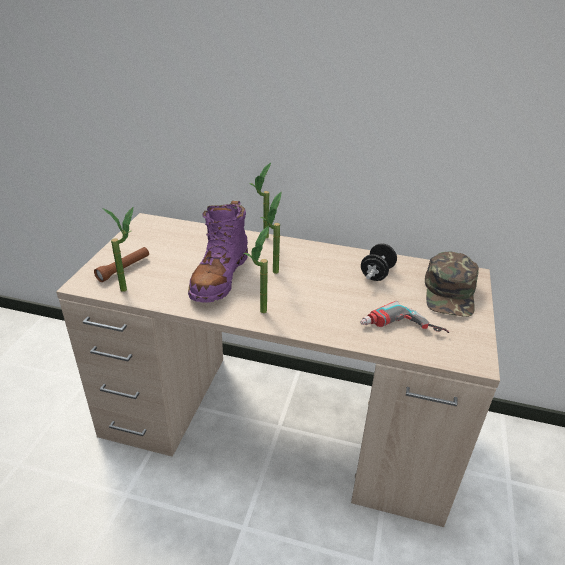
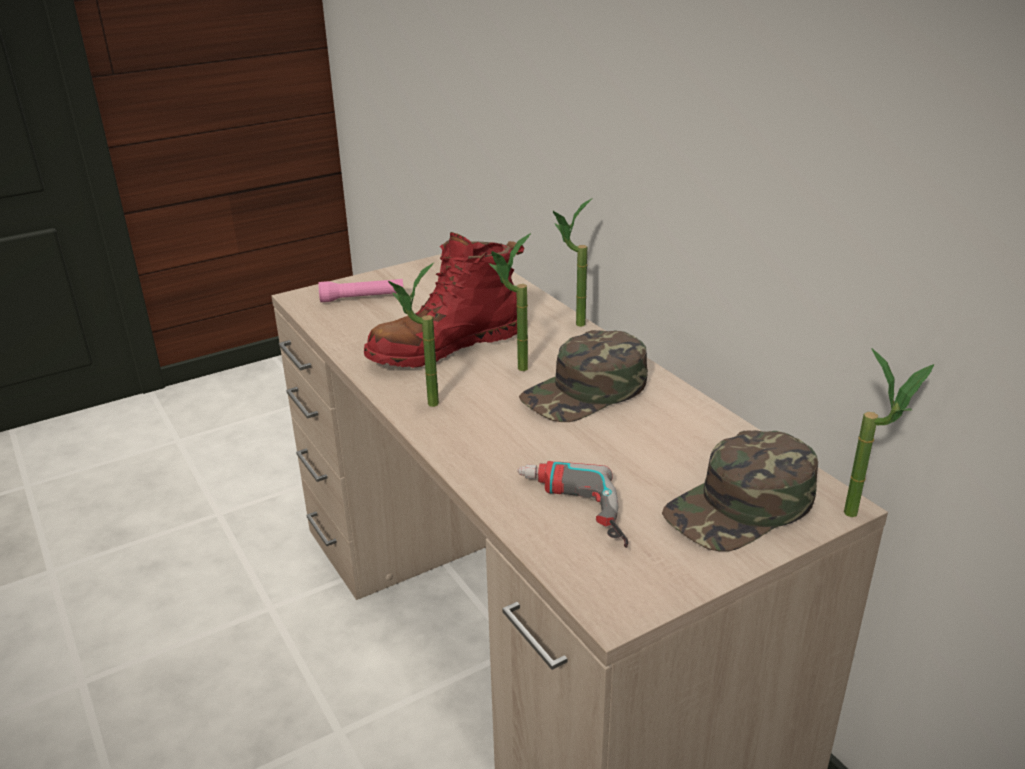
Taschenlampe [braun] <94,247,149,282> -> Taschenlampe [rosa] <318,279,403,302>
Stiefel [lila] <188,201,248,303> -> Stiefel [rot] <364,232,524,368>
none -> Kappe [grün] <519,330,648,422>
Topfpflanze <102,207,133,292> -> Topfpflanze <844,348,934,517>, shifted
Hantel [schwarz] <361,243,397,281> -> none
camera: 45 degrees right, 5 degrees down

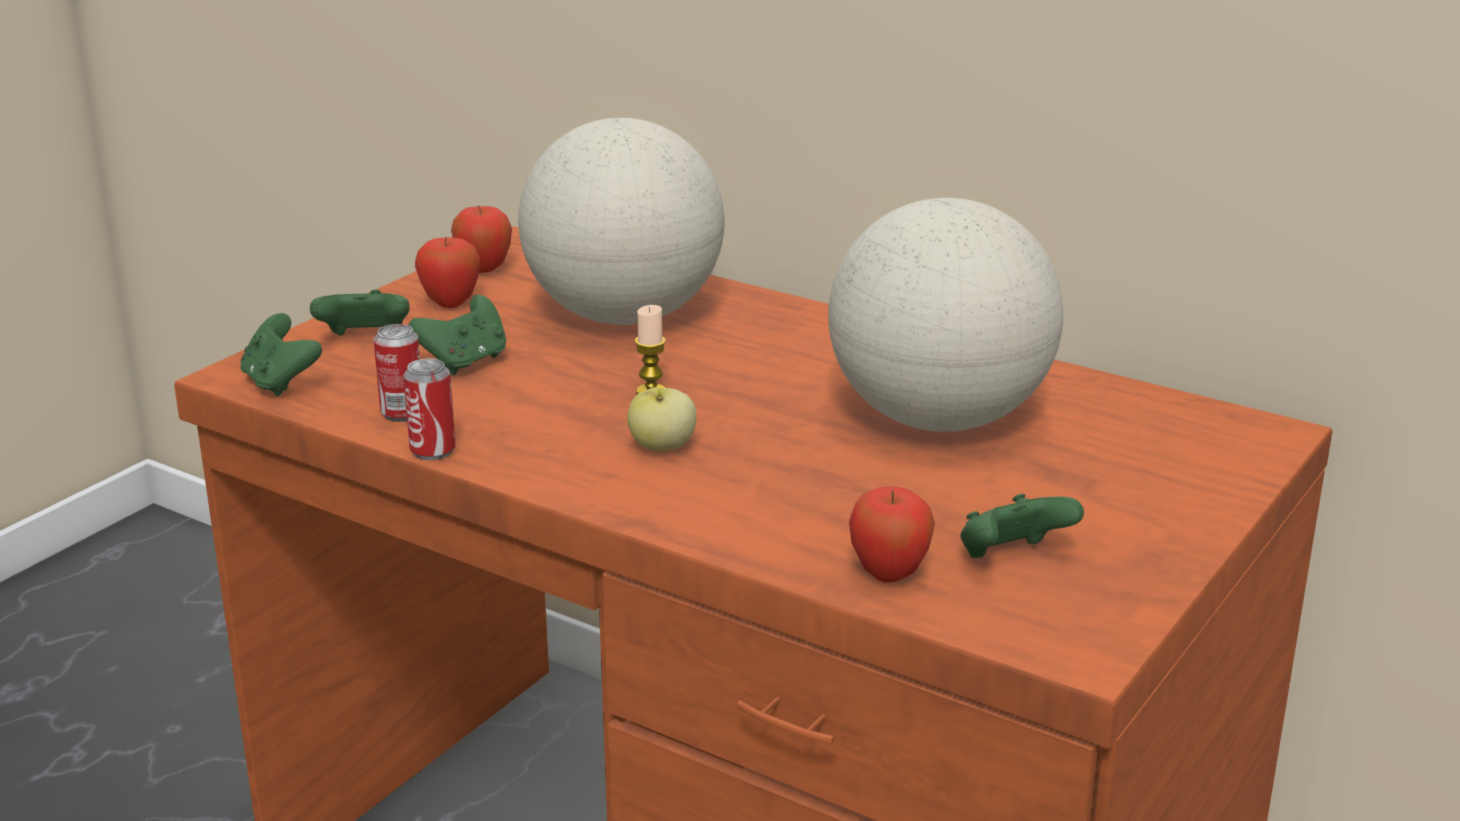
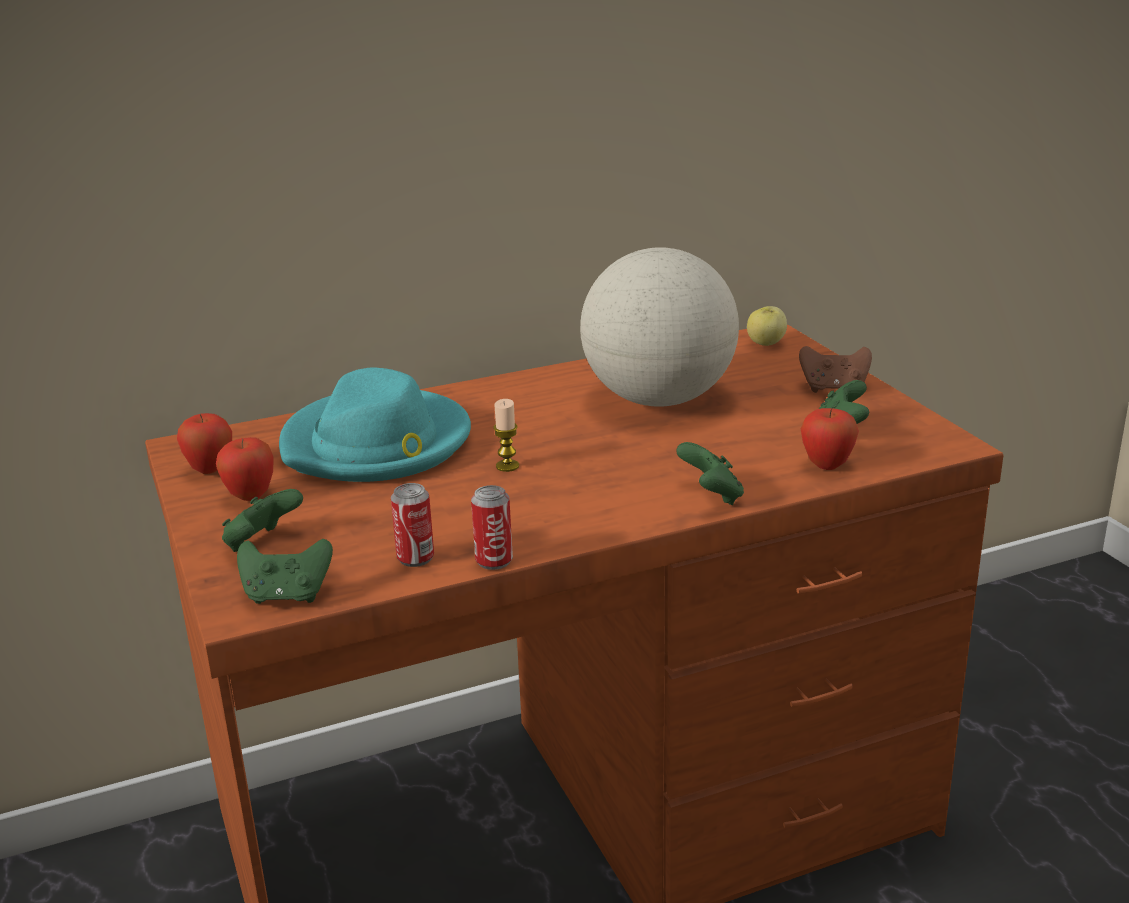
Globus <518,118,725,325> -> Hut [türkis] <279,368,471,482>
Gamepad [grün] <409,295,506,375> -> Gamepad [grün] <676,442,744,505>, shifted
Apfel <627,387,696,451> -> Apfel <747,306,787,346>, shifted
none -> Gamepad [braun] <799,346,872,393>
camera: 55 degrees left, 0 degrees up

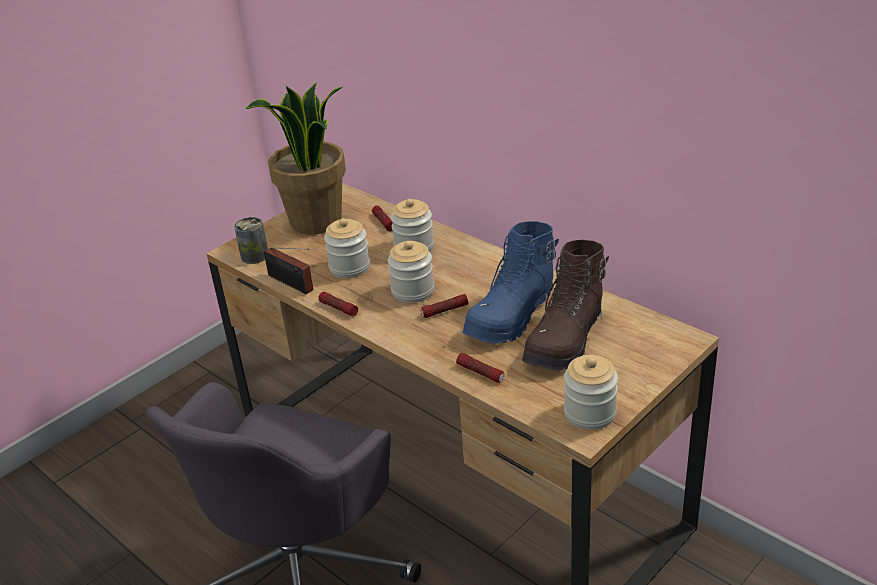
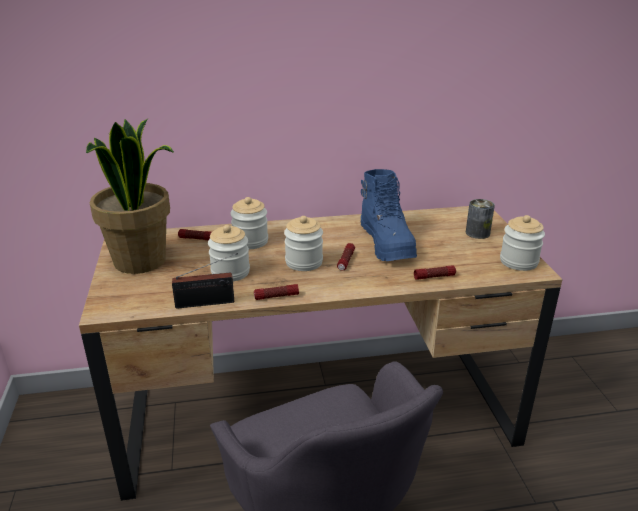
Dose <234,217,268,264> -> Dose <466,199,495,239>, shifted
Stiefel [braun] <522,240,609,370> -> none
camera: 55 degrees left, 5 degrees down

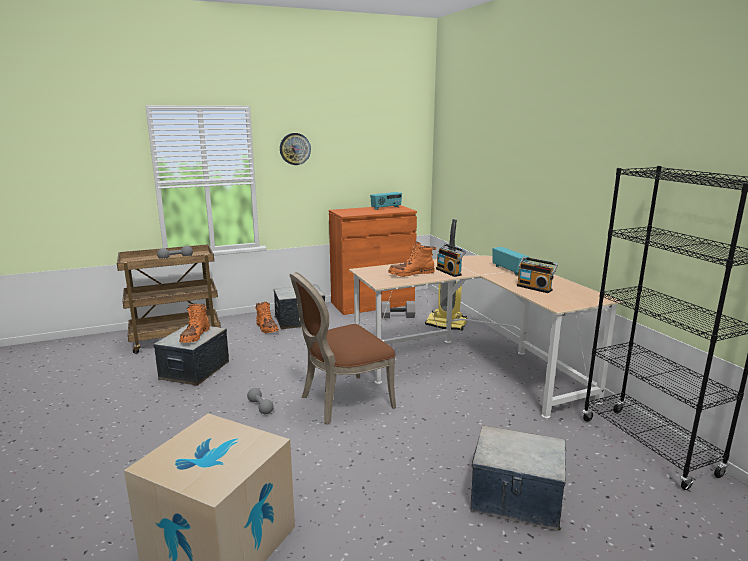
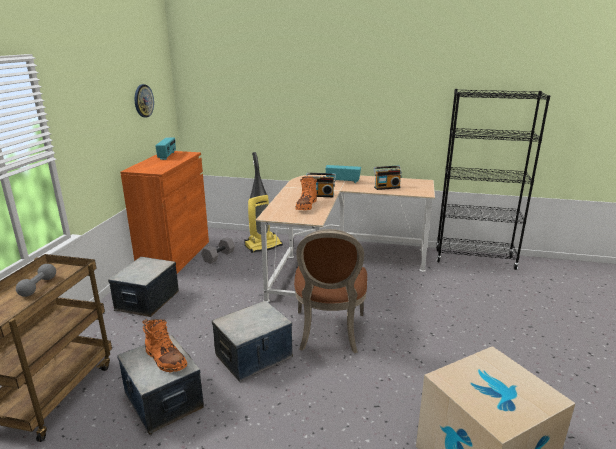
Wanduhr <280,133,311,165> -> Wanduhr <135,84,154,118>, shifted
Aufbewahrungsbox <471,426,566,531> -> Aufbewahrungsbox <212,301,293,382>, shifted
Hantel [grau] <247,388,274,414> -> none
Stiefel [orange] <255,302,279,333> -> none
camera: 55 degrees left, 5 degrees up

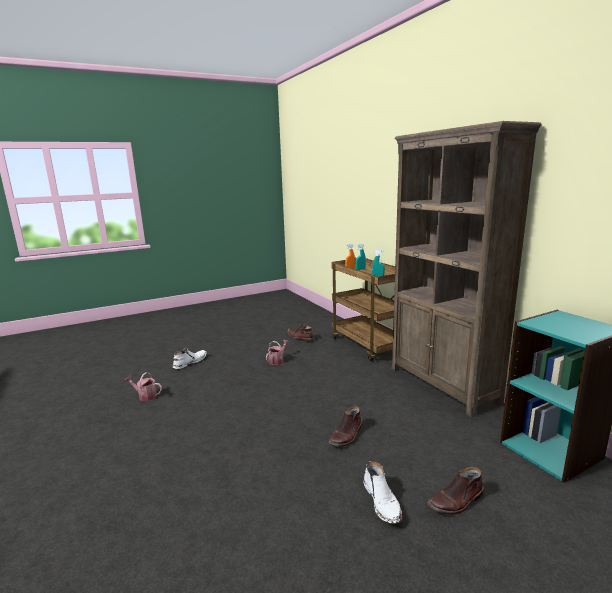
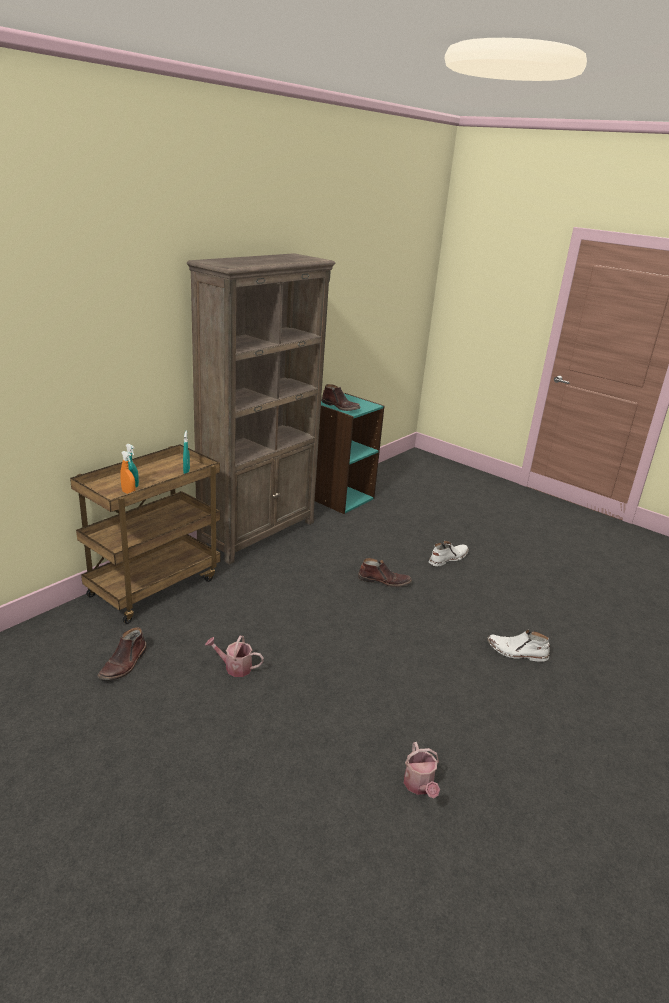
Stiefel [braun] <427,467,484,515> -> Stiefel [braun] <321,384,360,411>, shifted
Stiefel [weiß] <173,348,207,369> -> Stiefel [weiß] <487,629,550,662>, shifted
camera: 115 degrees left, 10 degrees up

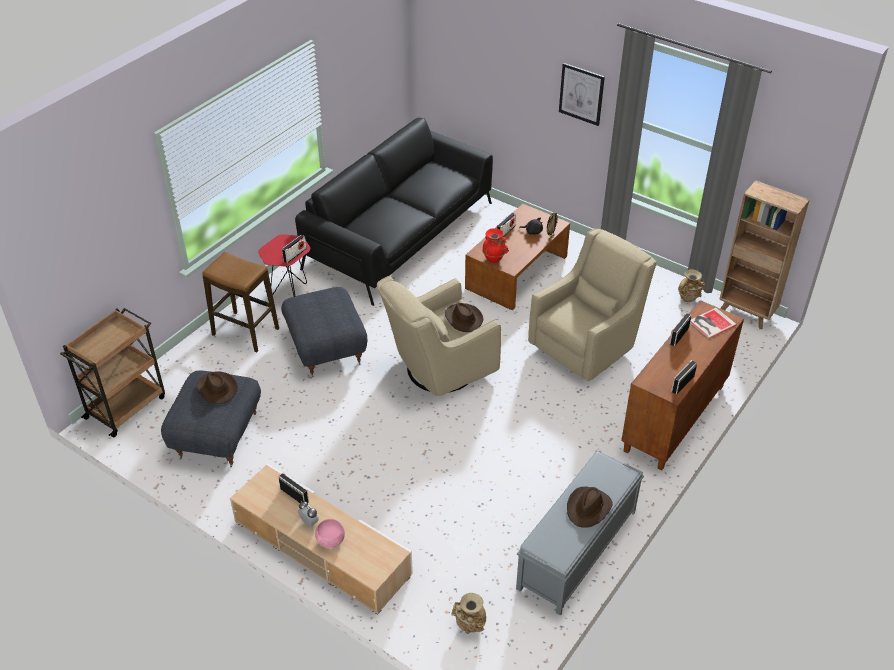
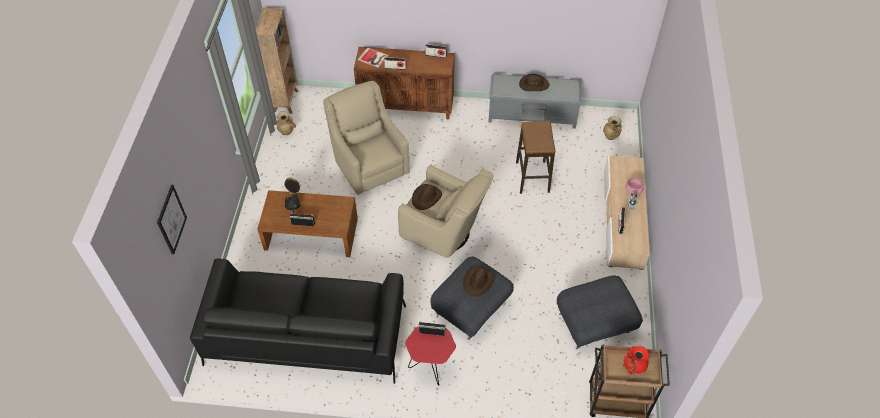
Bild <559,63,605,126> -> Bild <157,185,187,255>, shifted
Sessel [beige] <528,228,656,381> -> Sessel [beige] <323,81,410,195>, 45 degrees clockwise
Hut [braun] <197,372,238,404> -> Hut [braun] <463,267,494,297>, shifted
Hocker <202,252,279,353> -> Hocker <516,121,555,194>, shifted
Vase [rot] <482,228,509,263> -> Vase [rot] <623,346,649,375>, shifted
camera: 120 degrees left, 10 degrees up

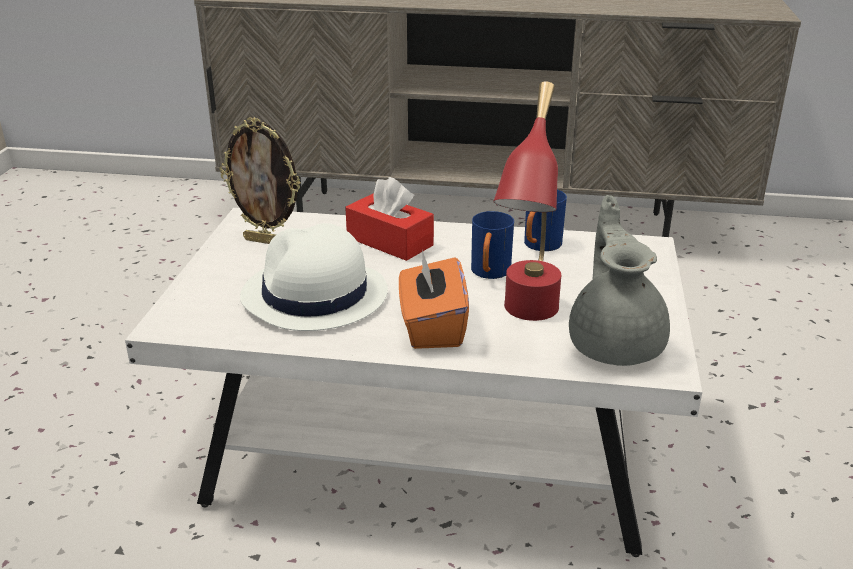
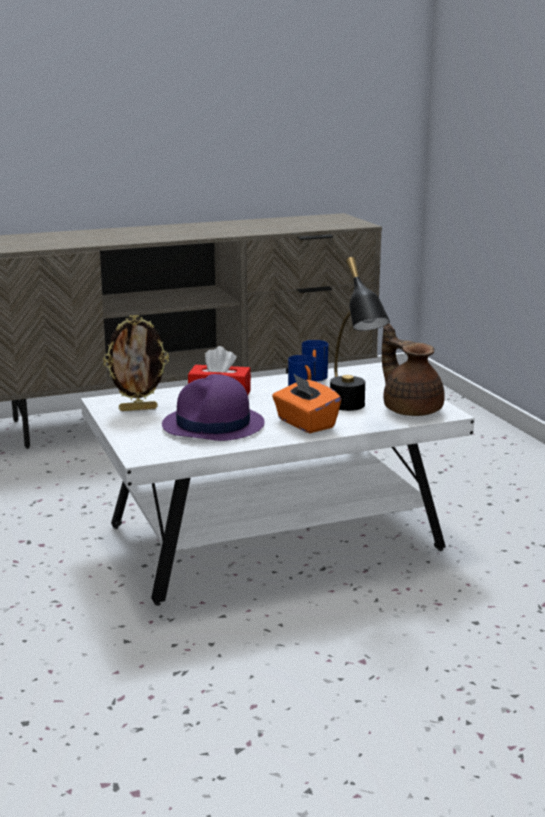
Hut [weiß] <240,223,388,331> -> Hut [lila] <162,374,265,441>
Tischlampe [rot] <493,81,561,321> -> Tischlampe [schwarz] <330,257,390,411>
Teekanne [grau] <569,195,670,366> -> Teekanne [braun] <382,324,445,416>
camera: 30 degrees left, 10 degrees down

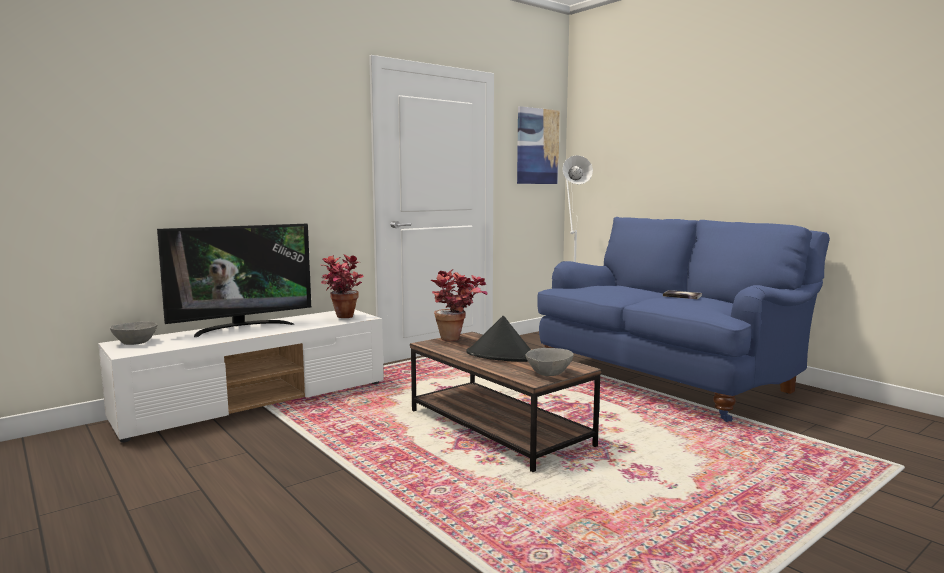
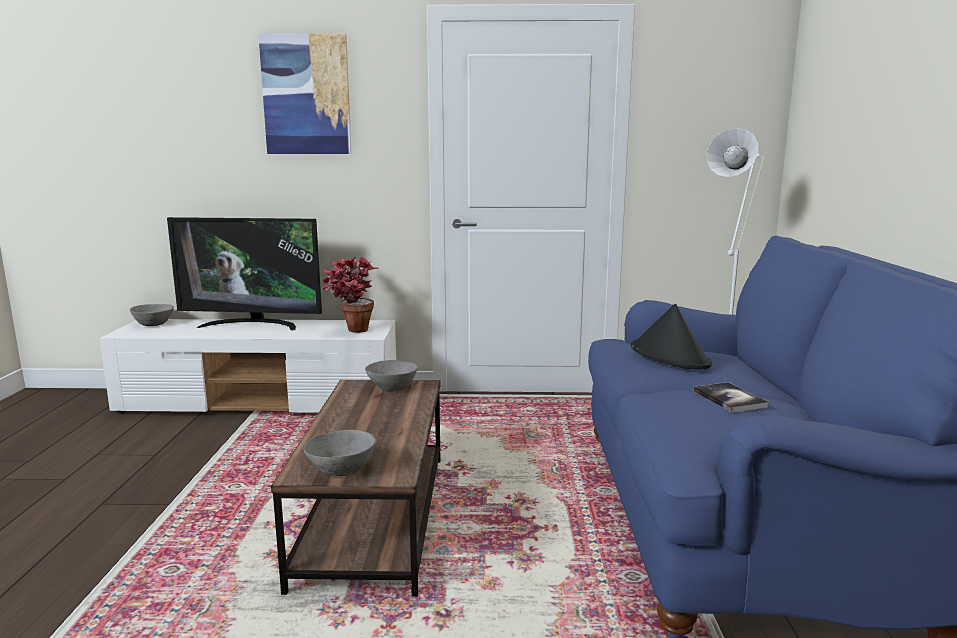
Bild <517,106,560,184> -> Bild <258,33,352,154>, shifted
Topfpflanze <431,269,488,341> -> Schüssel [grau] <365,360,418,392>
Hut [schwarz] <467,316,531,362> -> Hut [schwarz] <631,304,712,370>, shifted
camera: 40 degrees right, 5 degrees up

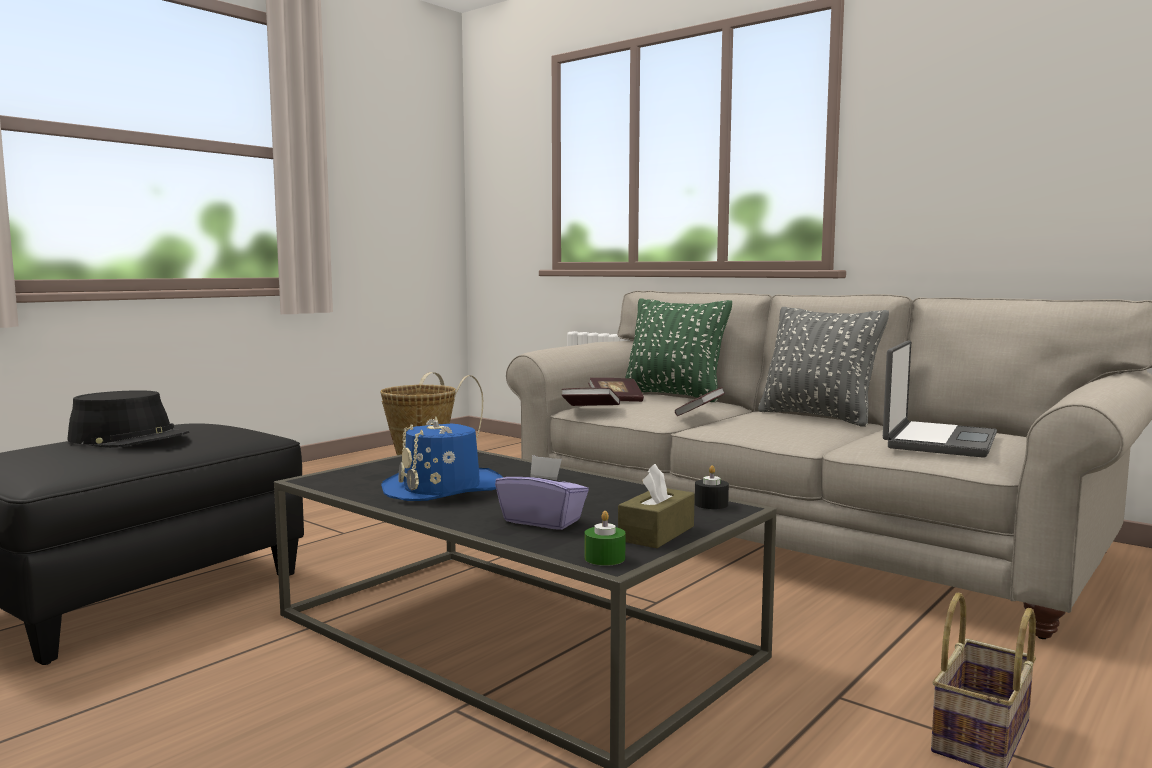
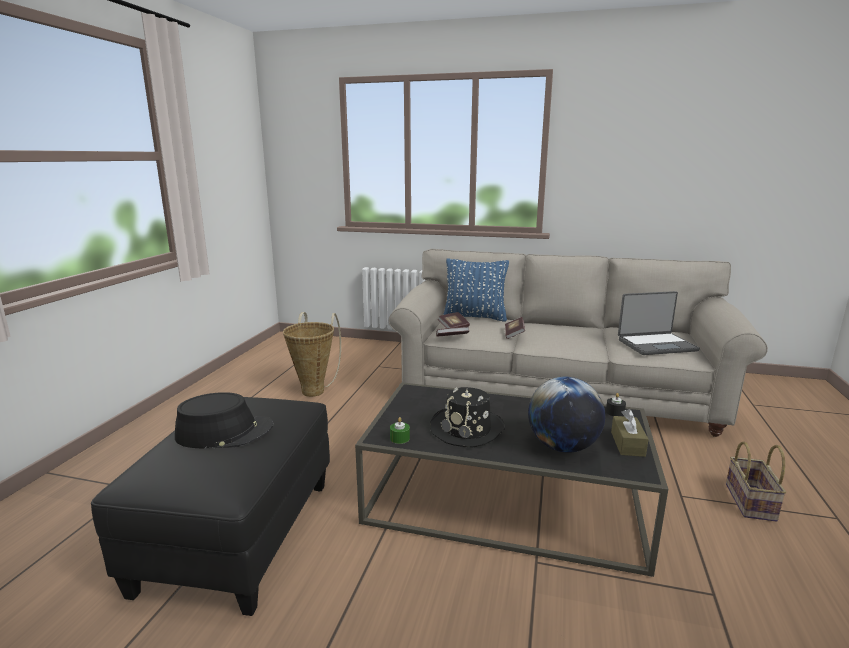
Kerze [grün] <585,511,626,566> -> Kerze [grün] <390,417,410,444>, shifted
Hut [blau] <381,416,503,501> -> Hut [schwarz] <430,387,505,447>
Kissen [grün] <625,299,732,402> -> Kissen [blau] <443,259,509,322>
Taschentuchbox [lila] <495,455,589,530> -> Globus <528,377,605,453>
Laptop <883,340,997,458> -> Laptop <618,291,700,355>, 75 degrees clockwise
Kissen [grau] <758,307,889,427> -> none
camera: 25 degrees left, 10 degrees up

